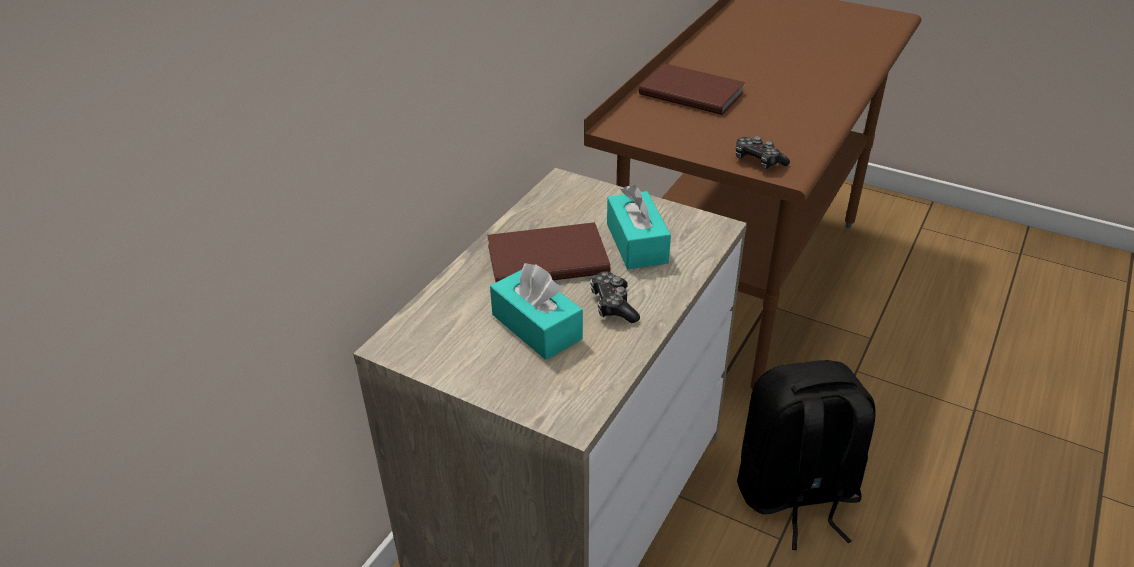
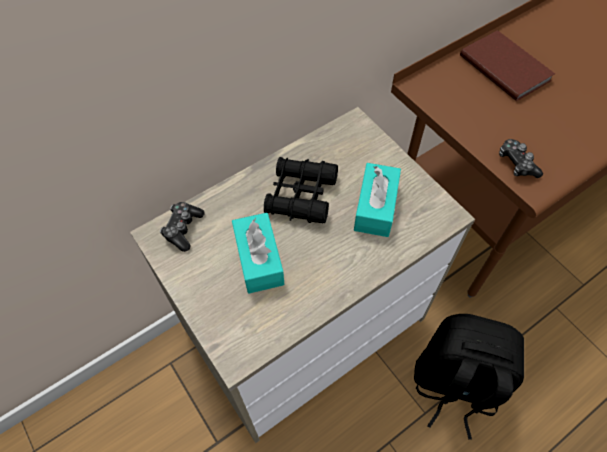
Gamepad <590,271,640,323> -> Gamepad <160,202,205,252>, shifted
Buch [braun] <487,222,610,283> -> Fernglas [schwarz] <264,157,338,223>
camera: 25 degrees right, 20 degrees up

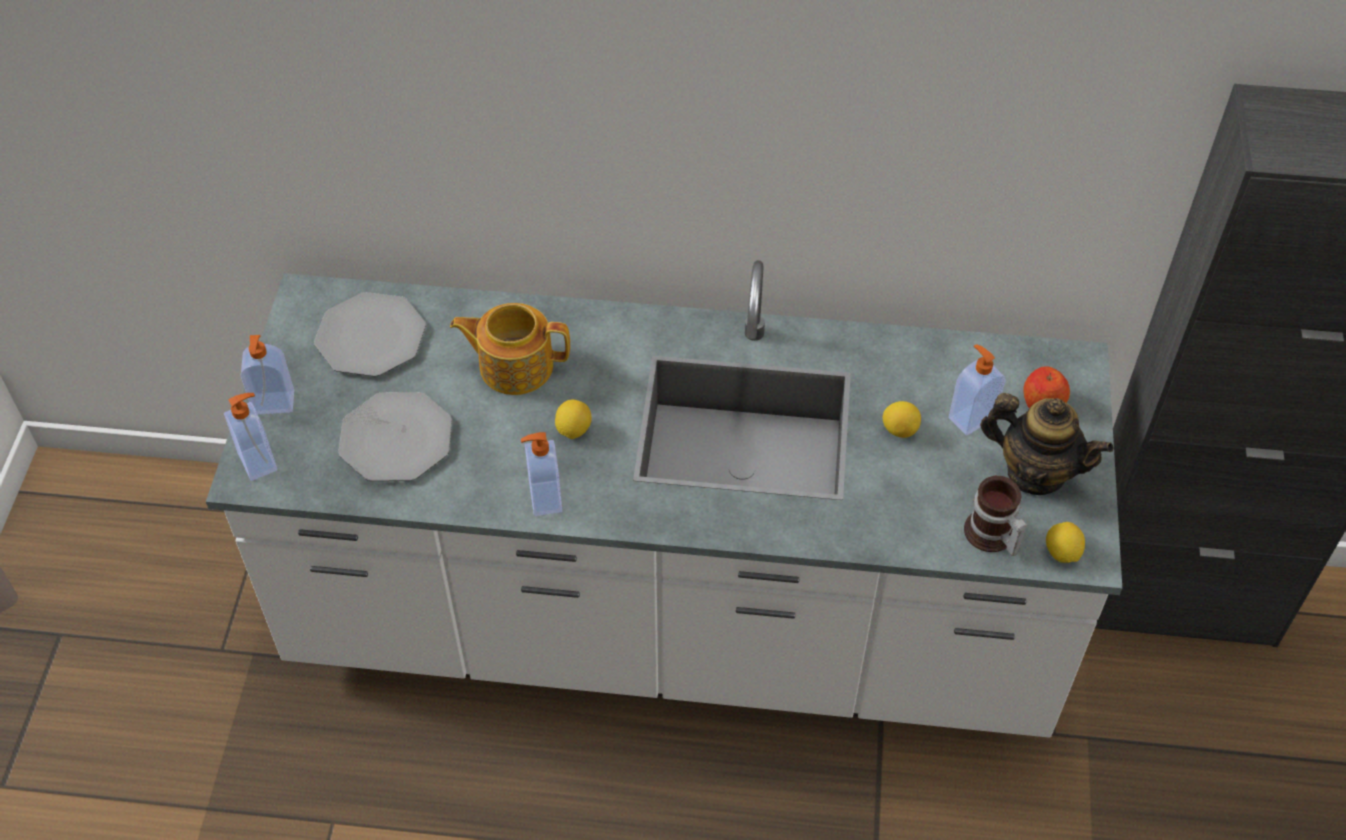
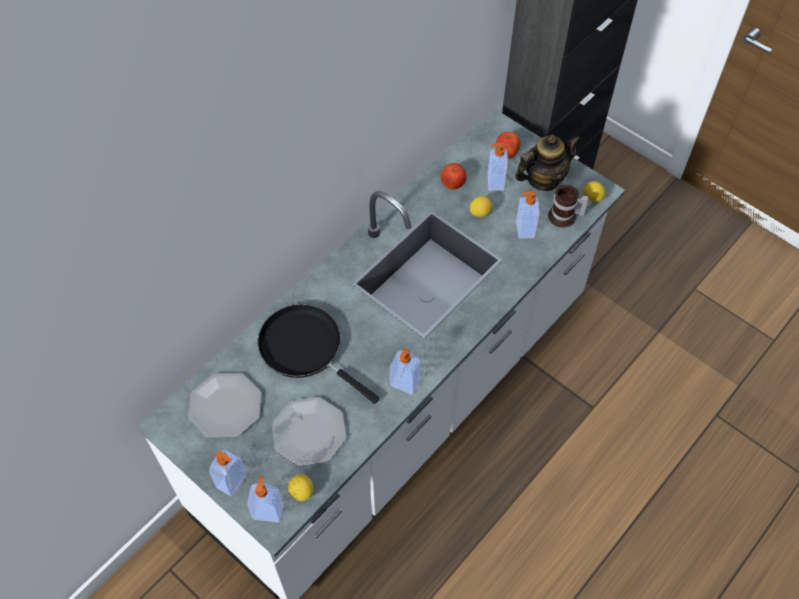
Teekanne <450,303,570,395> -> Pfanne [schwarz] <258,304,379,404>
Zitrone <555,399,592,439> -> Zitrone <288,474,313,501>, shifted
none -> Apfel <441,163,467,189>
none -> Seifenspender <516,191,539,239>
camera: 55 degrees left, 5 degrees up

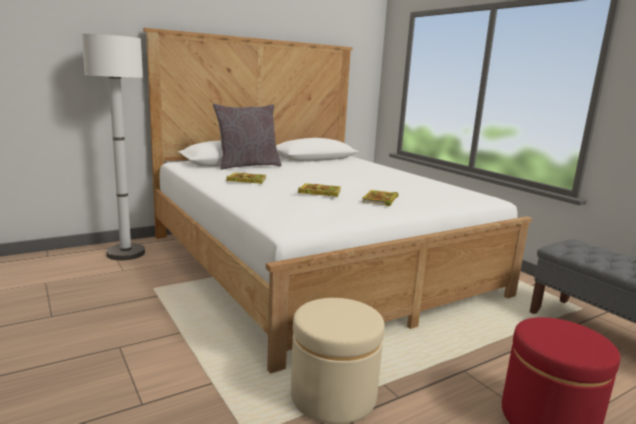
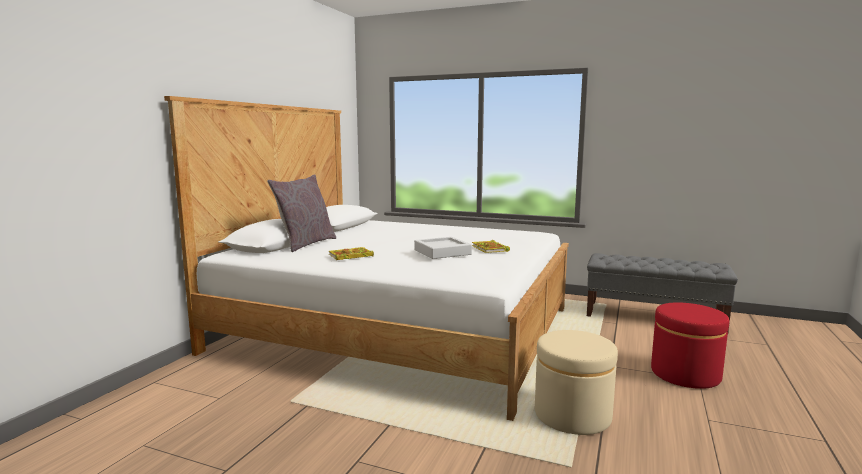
Buch <298,183,341,197> -> Tablett [grau] <414,237,472,259>
Stehlampe [weiß] <82,34,145,260> -> none
camera: 35 degrees left, 5 degrees down

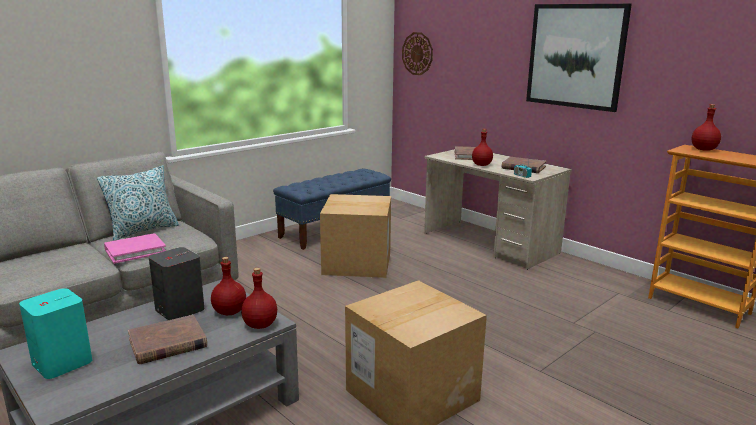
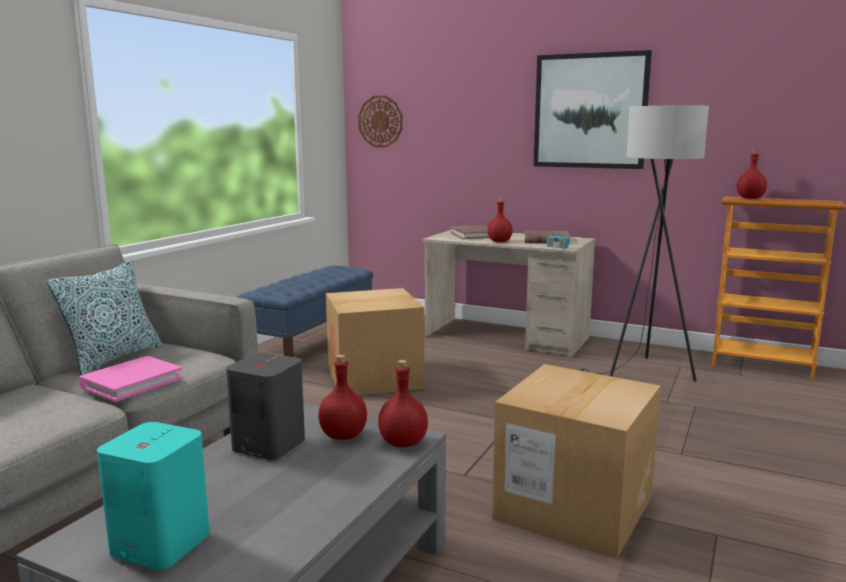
none -> Stehlampe [grau] <579,105,709,382>
Buch [braun] <128,315,207,364> -> none
camera: 20 degrees left, 5 degrees down

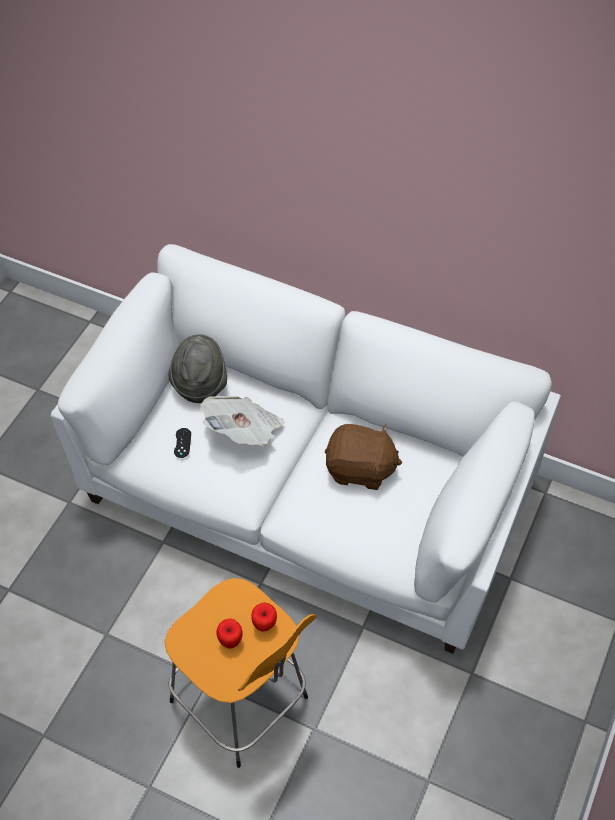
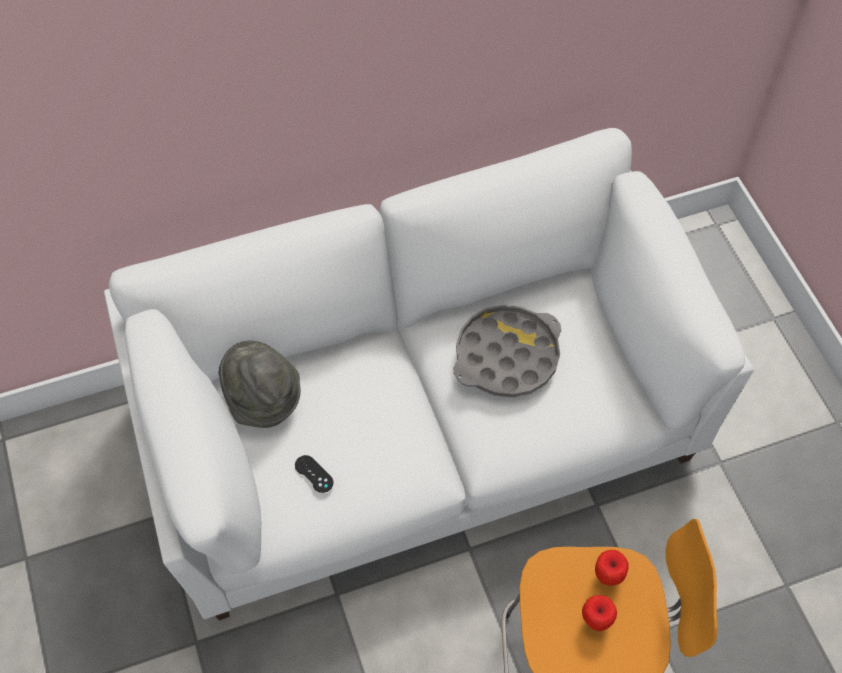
Plüschtier [braun] <325,424,402,490> -> Tablett [grau] <454,305,561,397>
Zeitung <200,396,284,446> -> none
camera: 45 degrees left, 5 degrees up

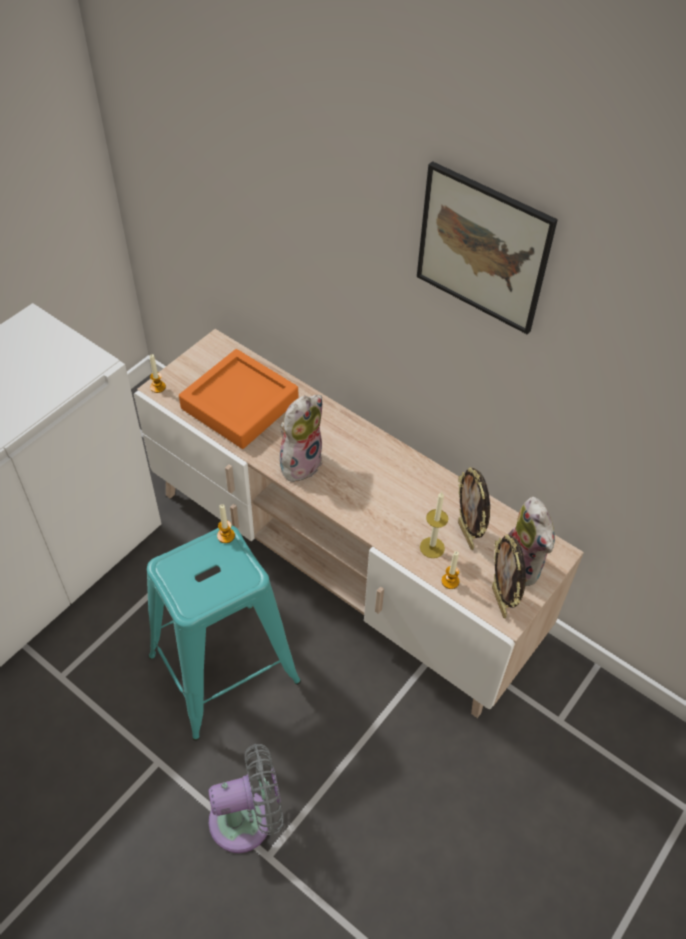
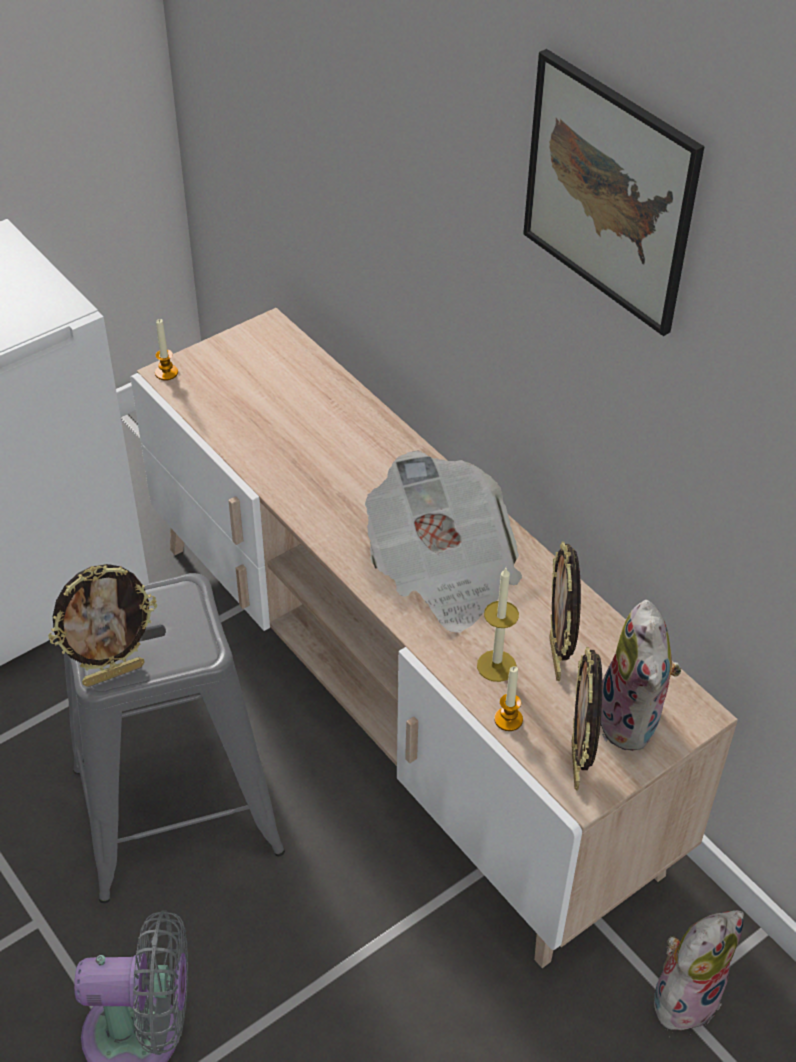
none -> Bilderrahmen <48,564,157,687>
Hocker [türkis] <147,525,301,741> -> Hocker [grau] <64,573,285,903>
none -> Zeitung <365,450,522,633>
Plüschtier <280,395,323,482> -> Plüschtier <654,910,744,1033>, shifted
Tablett [orange] <179,349,299,449> -> none
Kerze <217,504,235,543> -> none
camera: 15 degrees right, 5 degrees down

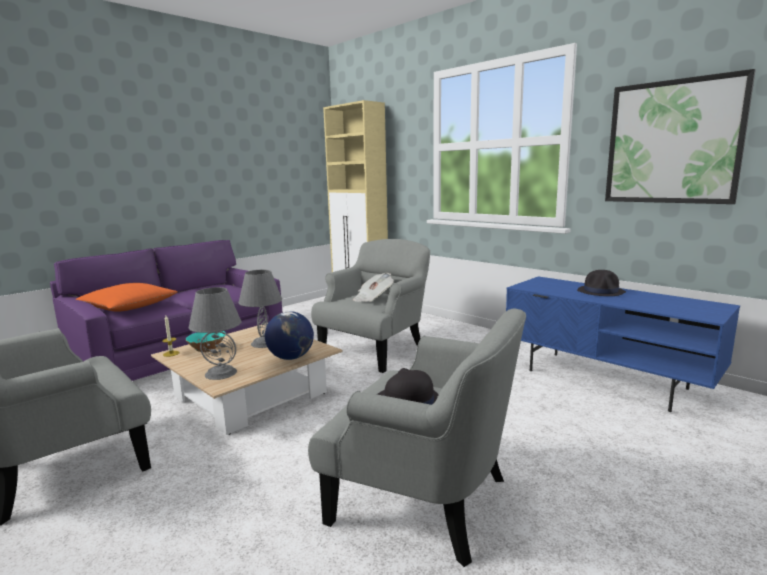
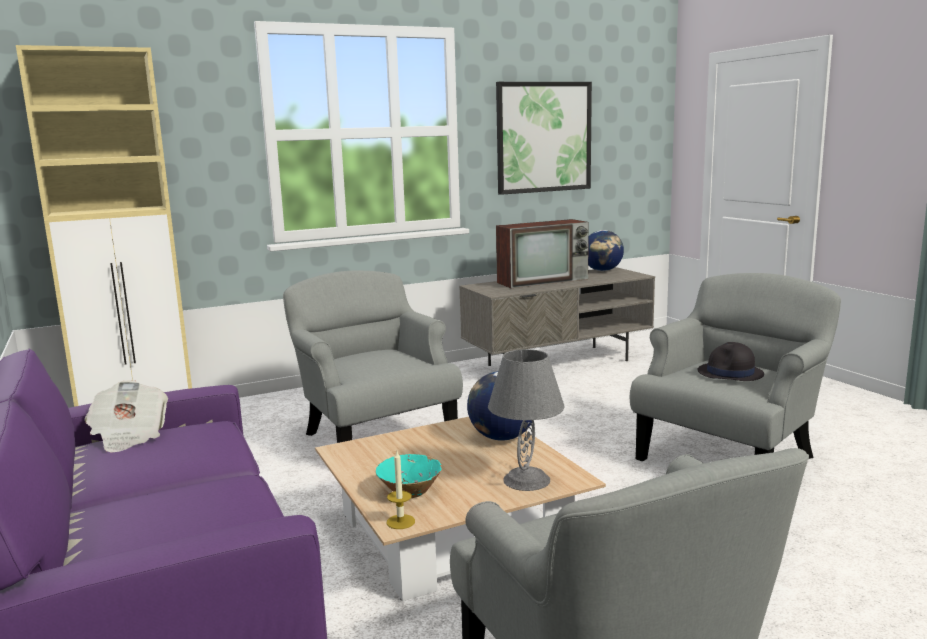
Zeitung <353,273,394,302> -> Zeitung <85,380,168,453>, shifted
Fernsehschrank [blau] <506,276,740,412> -> Fernsehschrank [grau] <459,267,655,366>
Hut [schwarz] <577,270,626,296> -> Fernseher <496,219,589,288>
none -> Globus <588,230,624,271>
Kissen [orange] <75,283,177,312> -> none
Tischlampe [grau] <239,270,282,348> -> none
camera: 70 degrees left, 0 degrees up

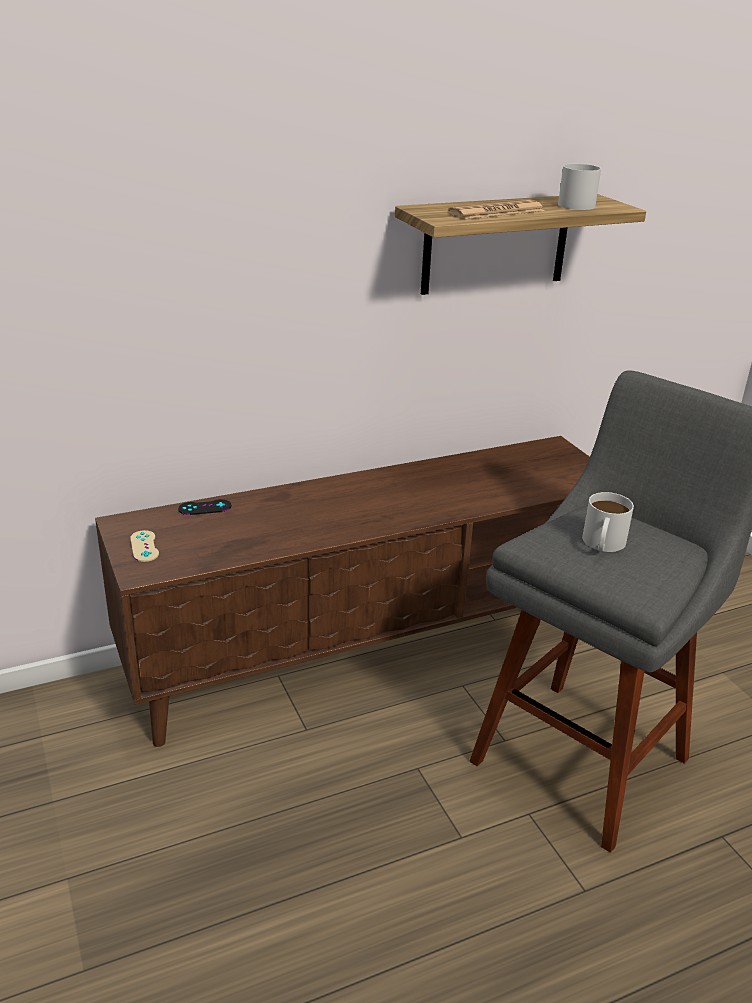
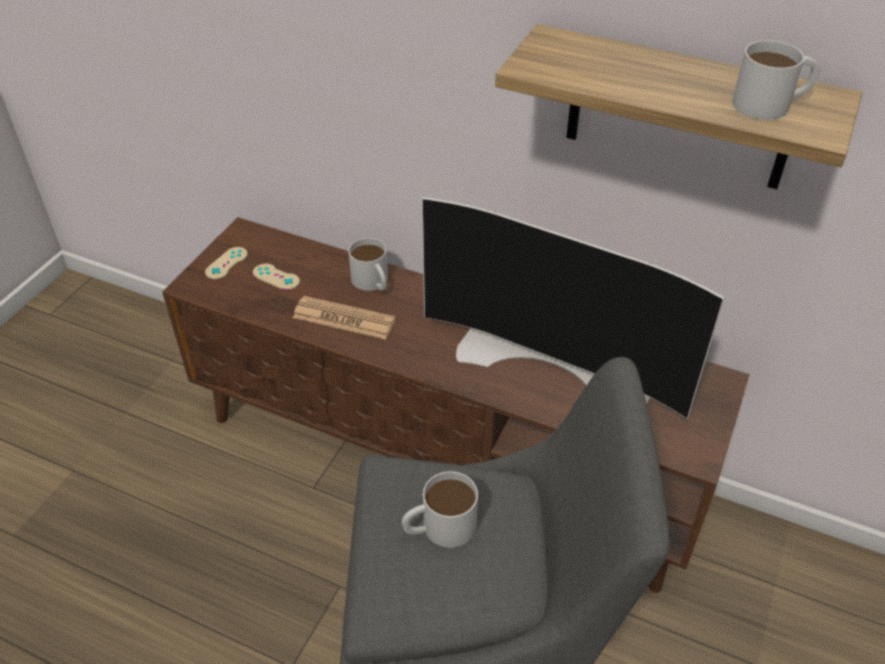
none -> Gamepad [beige] <253,264,300,290>
Zeitung <448,200,545,219> -> Zeitung <293,296,396,340>, shifted
none -> Henkelbecher [weiß] <348,238,388,291>
none -> Fernseher <422,197,725,419>
Gamepad [schwarz] <178,499,231,515> -> none
camera: 50 degrees right, 15 degrees up

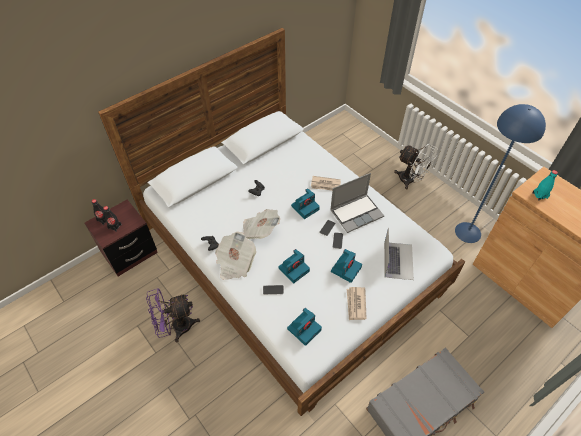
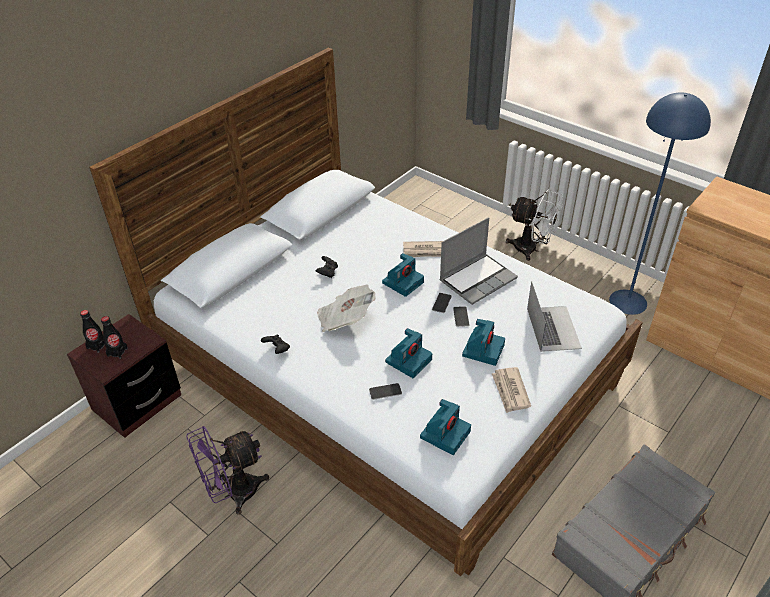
Zeitung <215,232,256,280> -> none
Flasche [türkis] <532,170,558,201> -> none
camera: 10 degrees left, 10 degrees down

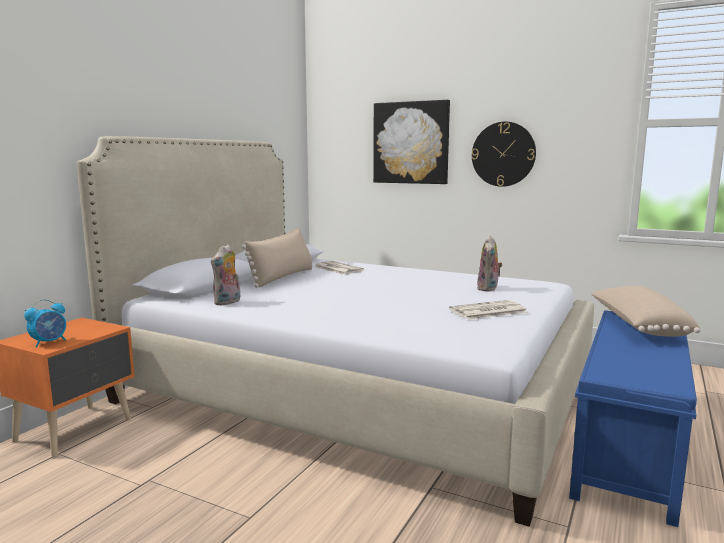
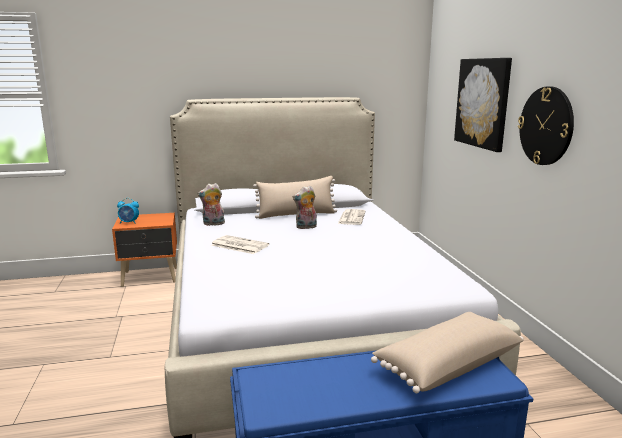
Zeitung <449,300,527,320> -> Zeitung <211,235,269,254>, shifted
Plüschtier <477,236,503,292> -> Plüschtier <293,186,317,229>, shifted
camera: 50 degrees right, 5 degrees up

